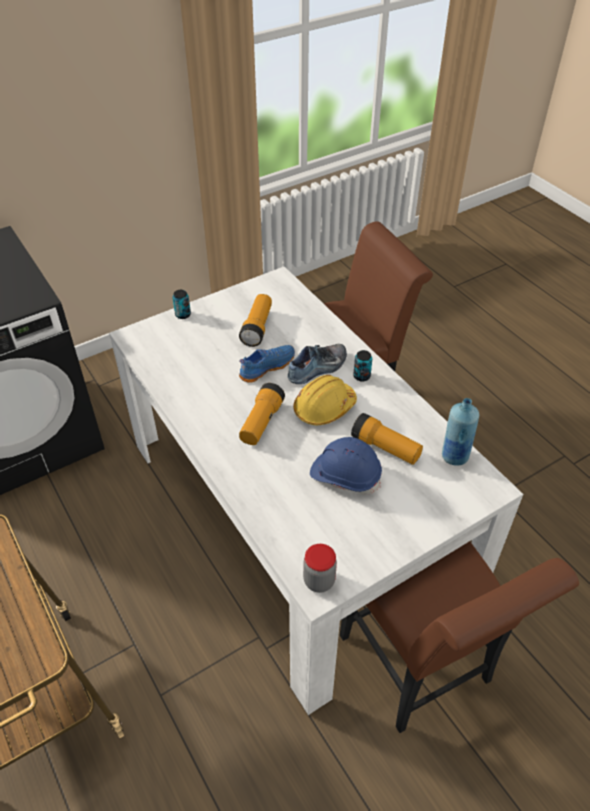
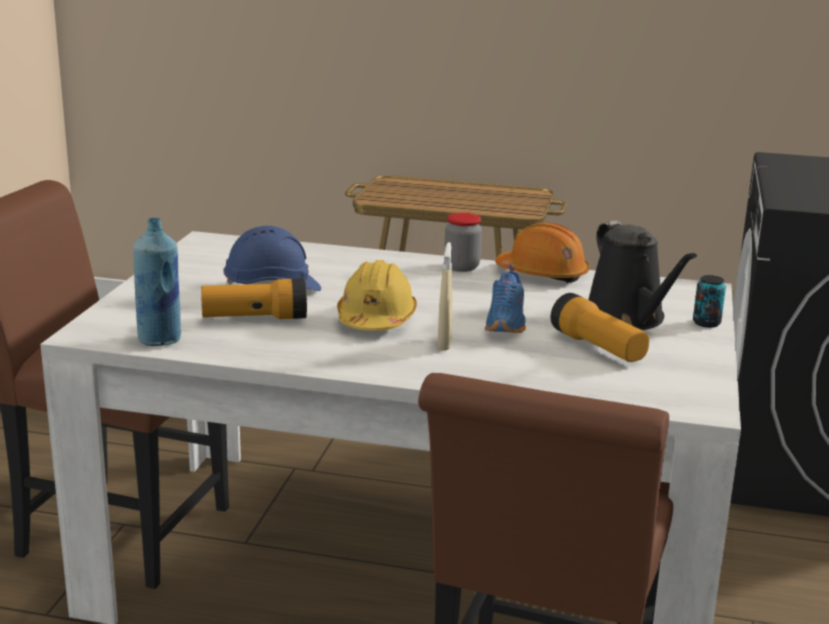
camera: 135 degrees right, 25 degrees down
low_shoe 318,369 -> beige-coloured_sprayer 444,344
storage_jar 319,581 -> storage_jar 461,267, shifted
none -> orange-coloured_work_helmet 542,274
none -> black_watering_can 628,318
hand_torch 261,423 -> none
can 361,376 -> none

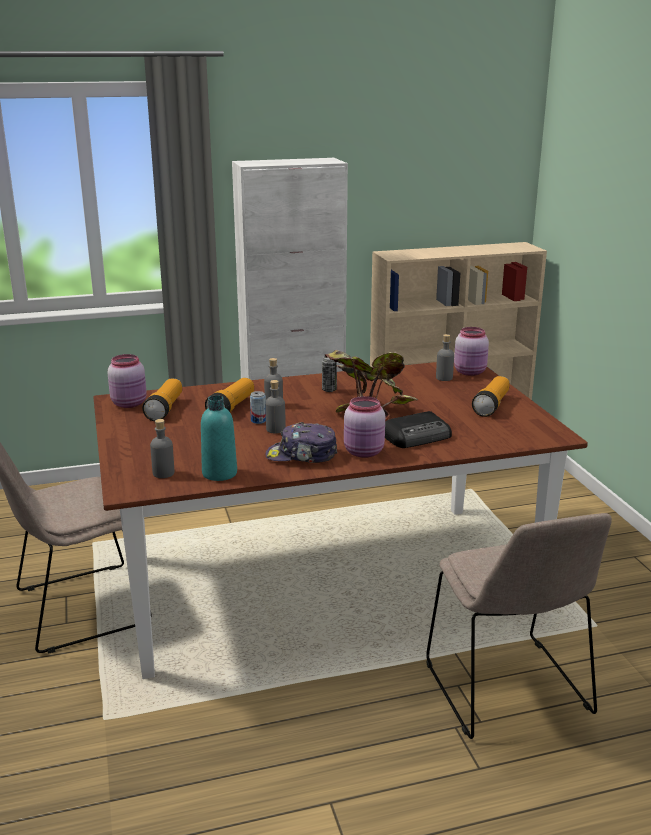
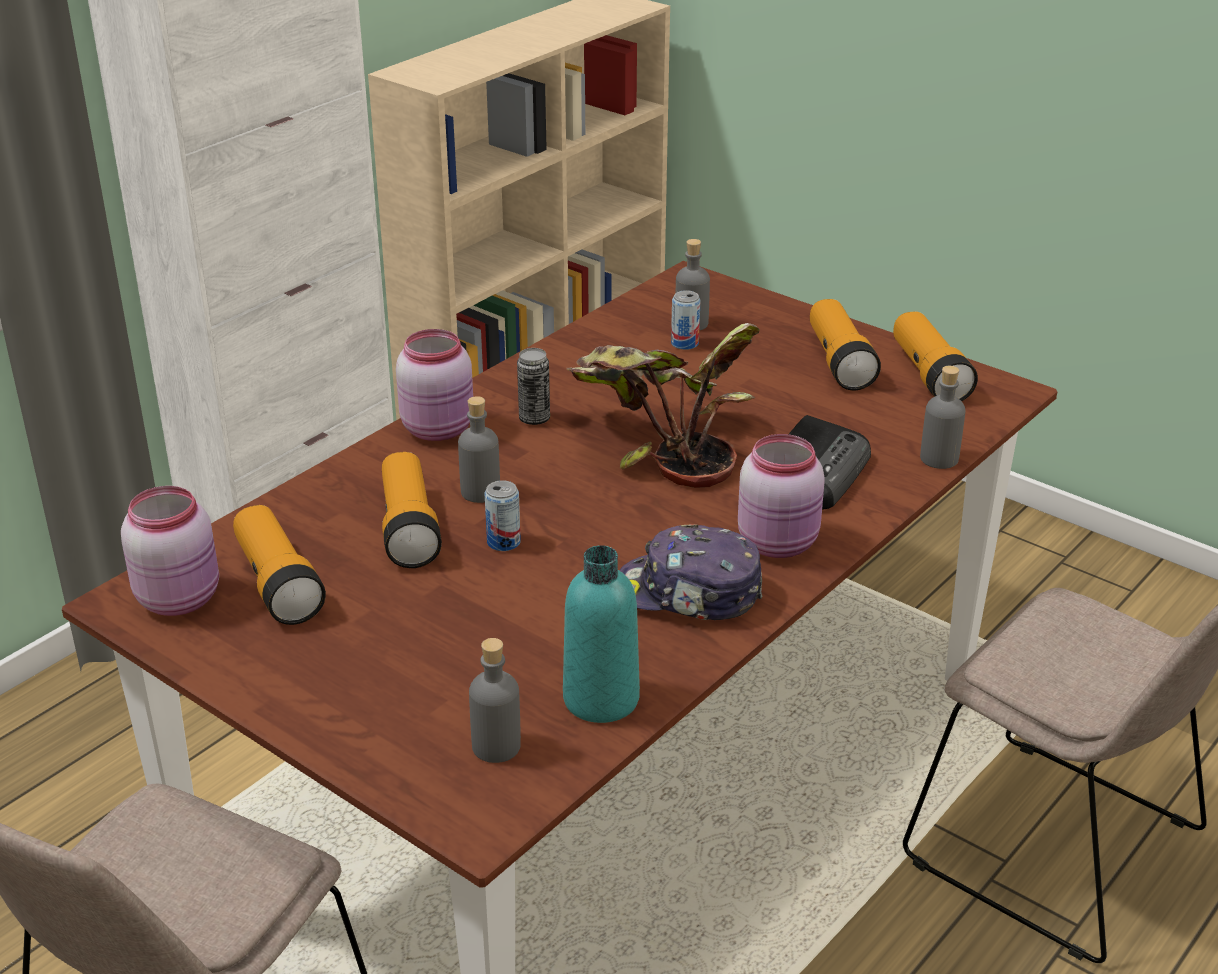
camera: 35 degrees left, 10 degrees up
pinkish_storage_jar 470,372 -> pinkish_storage_jar 440,429, shifted
peaked_cap 301,455 -> peaked_cap 688,594, 45 degrees clockwise
none -> can 685,343
none -> hand_torch 929,375
gray_beverage_bottle 275,429 -> gray_beverage_bottle 939,458, shifted

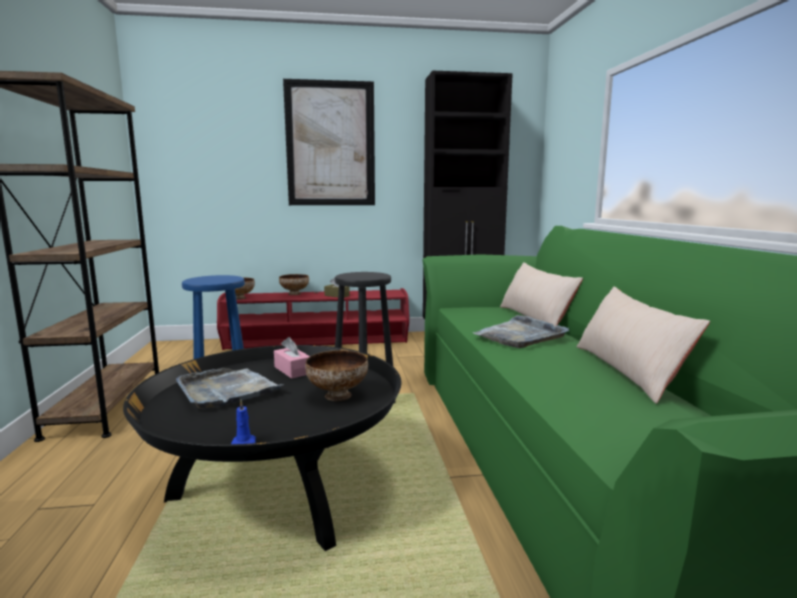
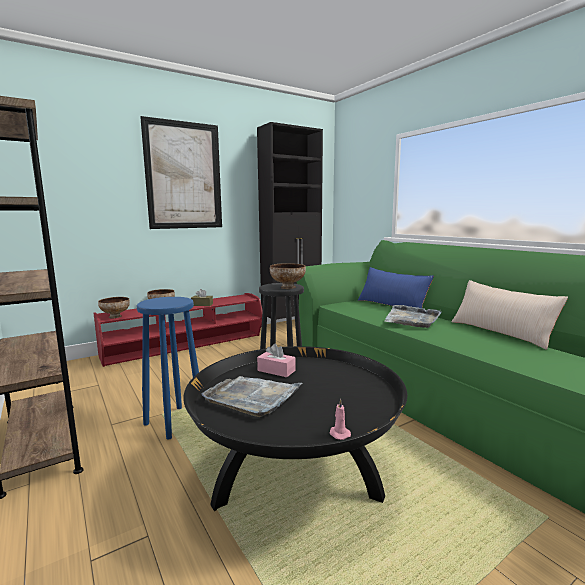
camera: 25 degrees left, 0 degrees up
deep_dish 337,395 -> deep_dish 287,287, shifted
bluish_candle 244,442 -> pinkish_candle 339,434
beige-coloured_pillow 535,318 -> bluish_pillow 392,305

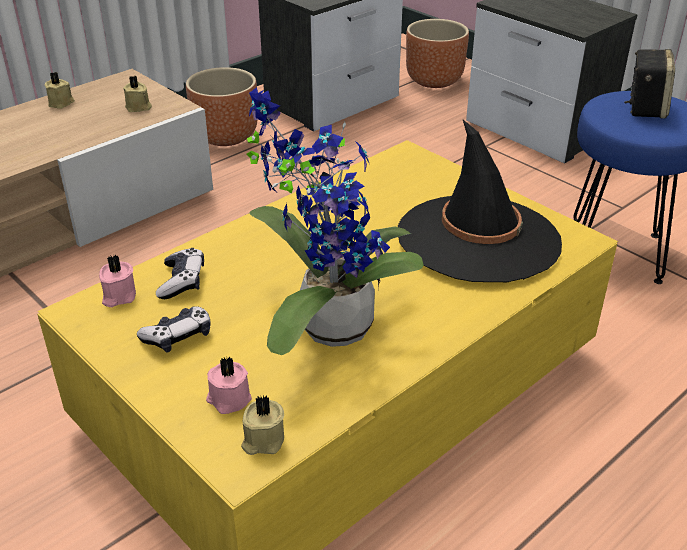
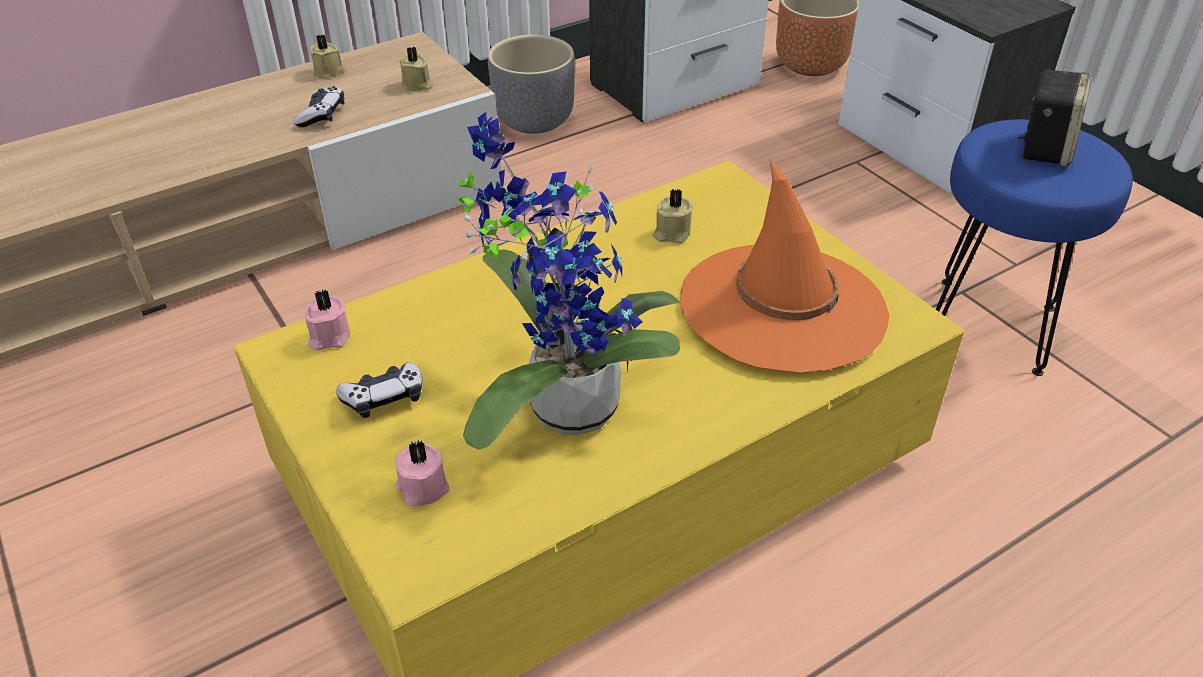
camera: 10 degrees right, 5 degrees up
gamepad 182,281 -> gamepad 322,115, shifted
brownish_planter 226,136 -> gray_planter 535,121
beige-coloured_candle 262,440 -> beige-coloured_candle 671,233, shifted
black_hat 478,238 -> orange-coloured_hat 782,307

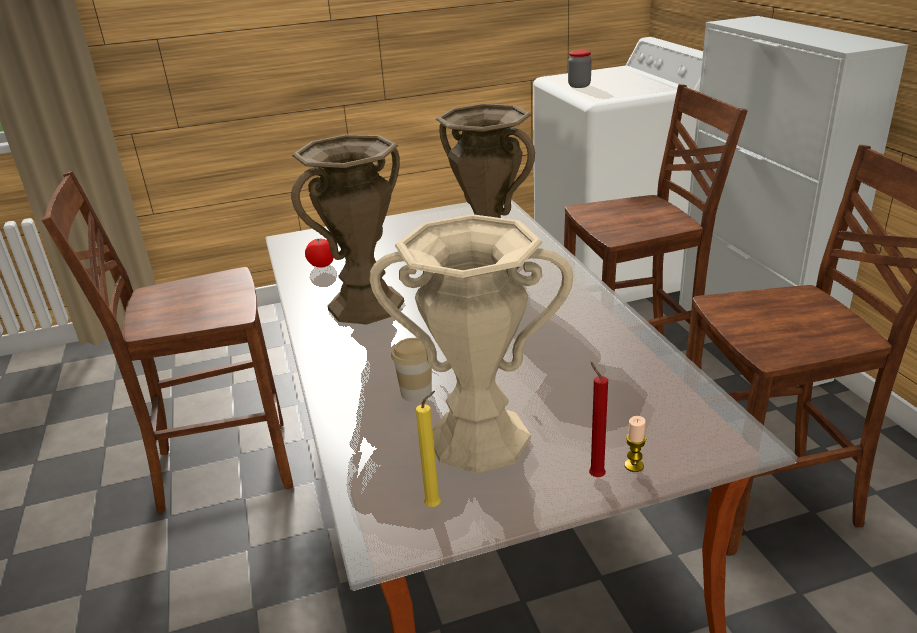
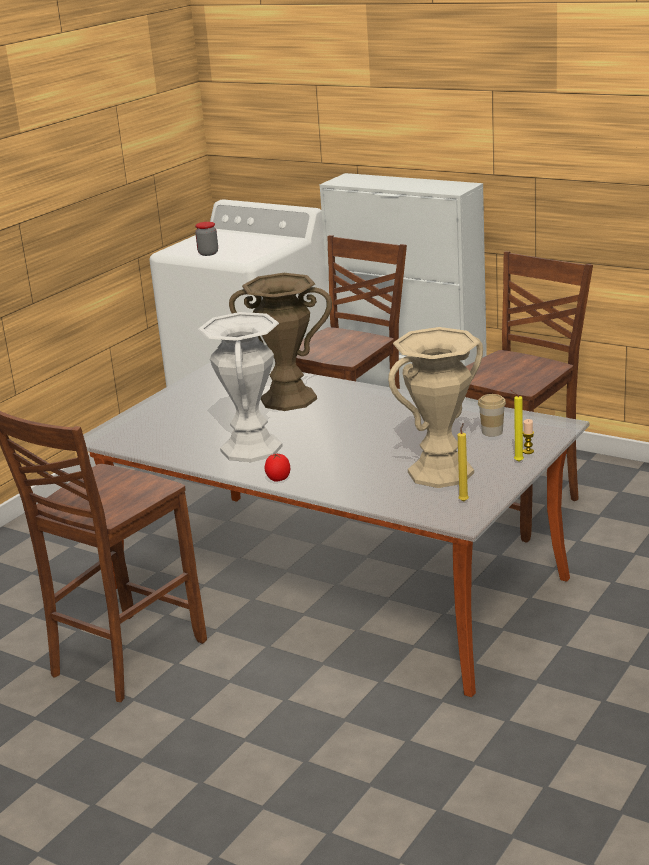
camera: 40 degrees left, 5 degrees down
brownish_flower_vase 366,305 -> white_flower_vase 251,448
fresh_tomato 321,266 -> fresh_tomato 278,479, shifted
small_cup 416,393 -> small_cup 492,432, shifted
red_candle 595,475 -> yellowish_candle 517,461

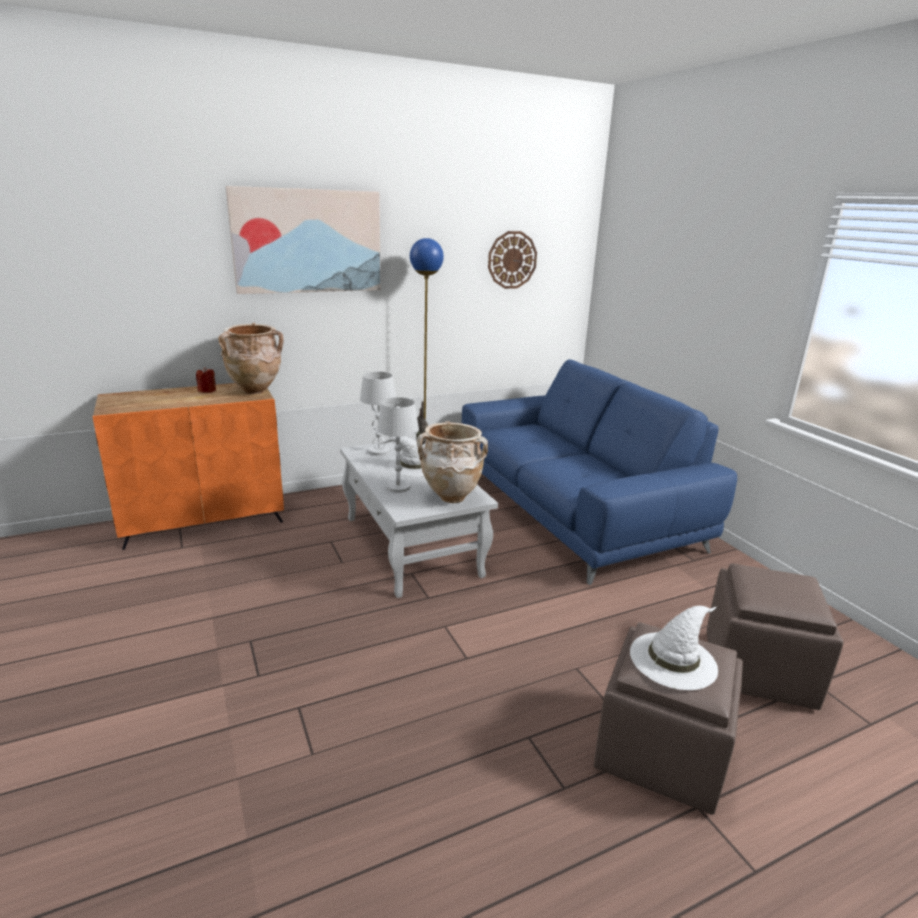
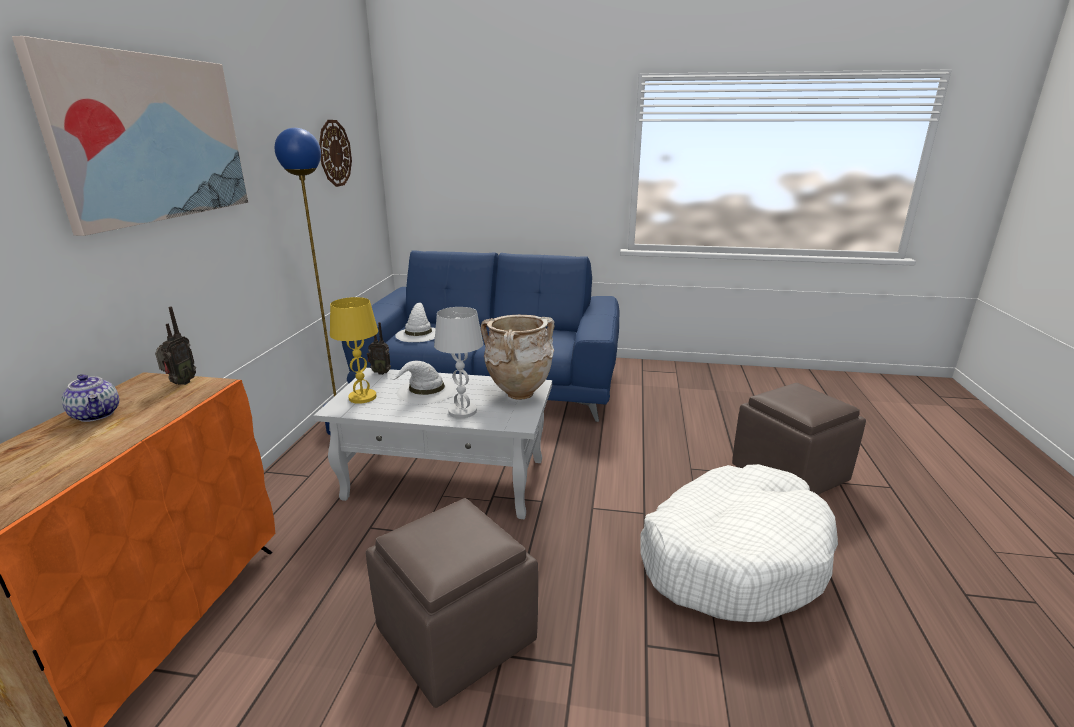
camera: 55 degrees left, 0 degrees up
red_candle 207,390 -> teapot 97,414
beige-coloured_flower_vase 255,391 -> radio_receiver 180,383
white_table_lamp 378,451 -> yellowish_table_lamp 362,397
brownish_pouffe 756,668 -> brownish_pouffe 454,636, shifted
white_hat 673,659 -> white_hat 418,334, shifted
none -> white_pet_bed 732,557

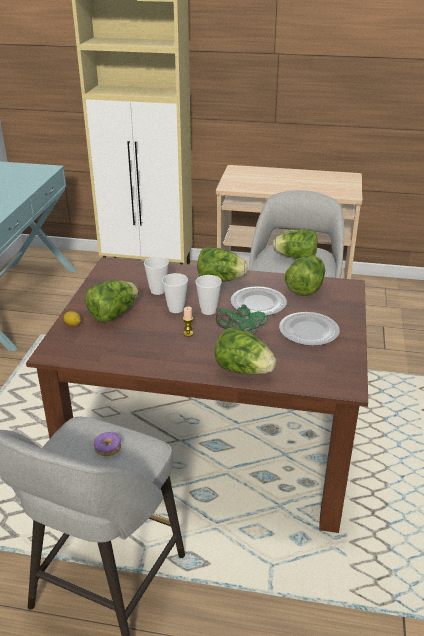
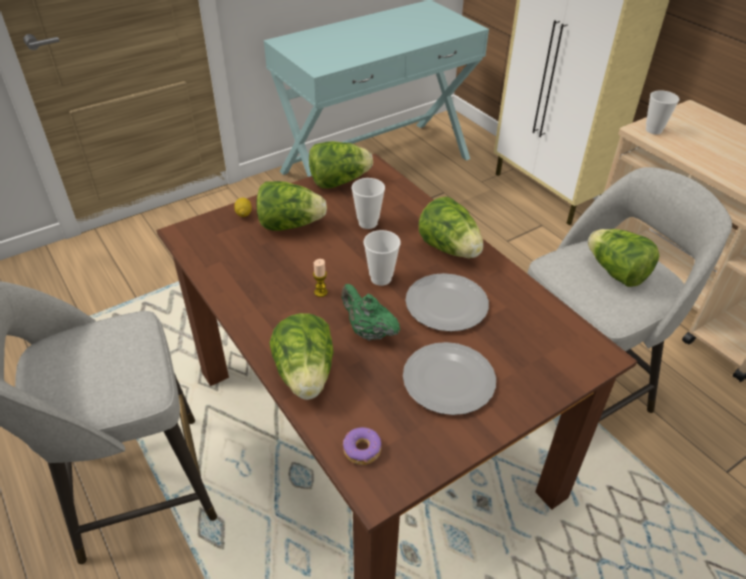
camera: 45 degrees right, 10 degrees up
head_of_lettuce 305,288 -> head_of_lettuce 339,181, shifted
donut 108,448 -> donut 362,450, shifted
small_cup 176,309 -> small_cup 653,130, shifted

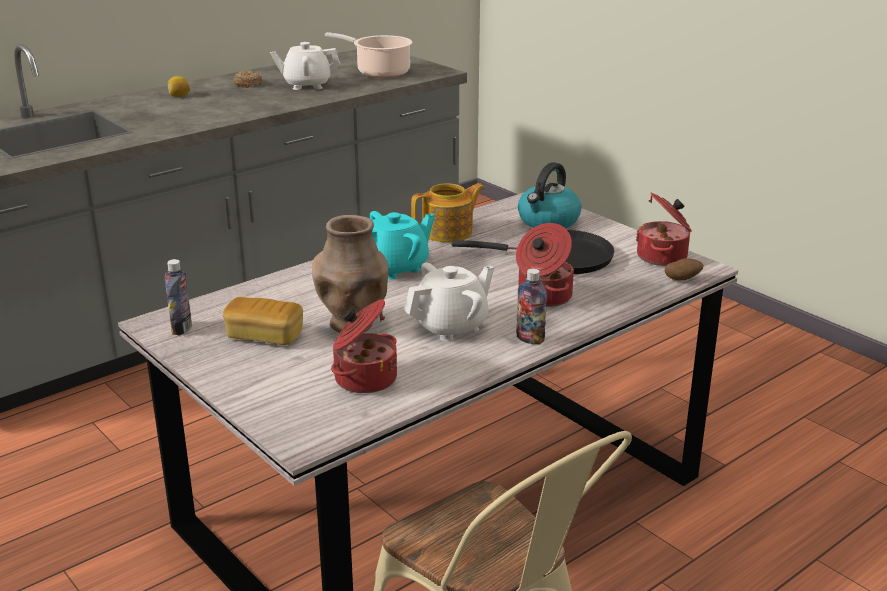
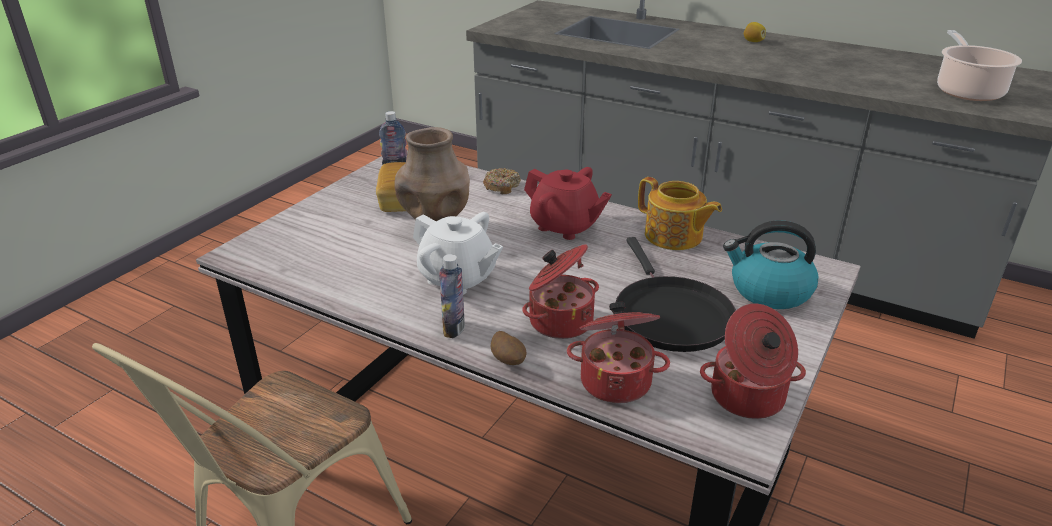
camera: 70 degrees right, 5 degrees up
donut 247,84 -> donut 501,186, shifted
potato 682,279 -> potato 508,361, shifted
turquoise-coloured_teapot 396,268 -> red_teapot 565,226
stockpot 364,378 -> stockpot 616,380, shifted
white_teapot 307,85 -> none

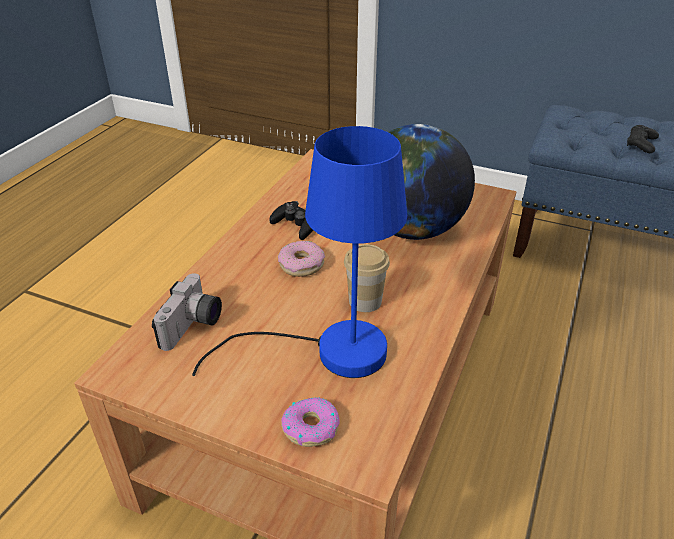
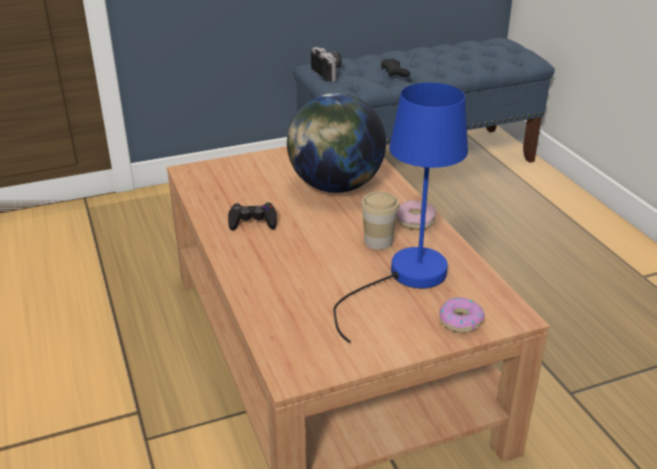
camera: 45 degrees left, 5 degrees down
photo_camera 193,327 -> photo_camera 329,72, shifted
donut 301,264 -> donut 415,221, shifted

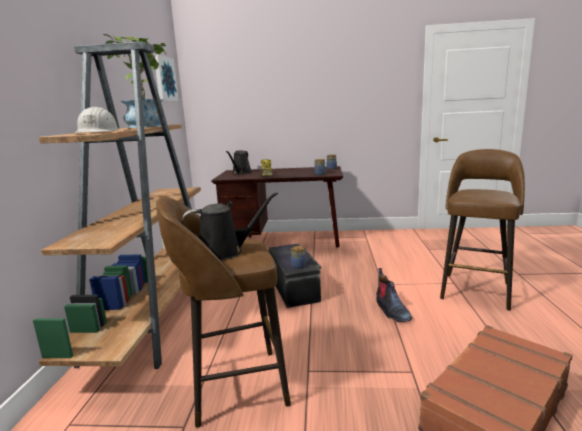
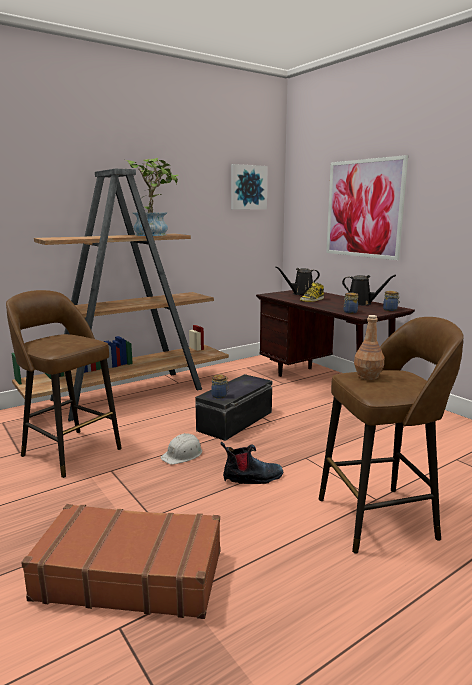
camera: 50 degrees right, 0 degrees up
white_work_helmet 98,132 -> white_work_helmet 182,454, shifted
tall_boot 391,311 -> tall_boot 252,478, 135 degrees counterclockwise
none -> wall_art 364,208
black_watering_can 225,252 -> black_watering_can 361,303, shifted
none -> brownish_beverage_bottle 368,376

